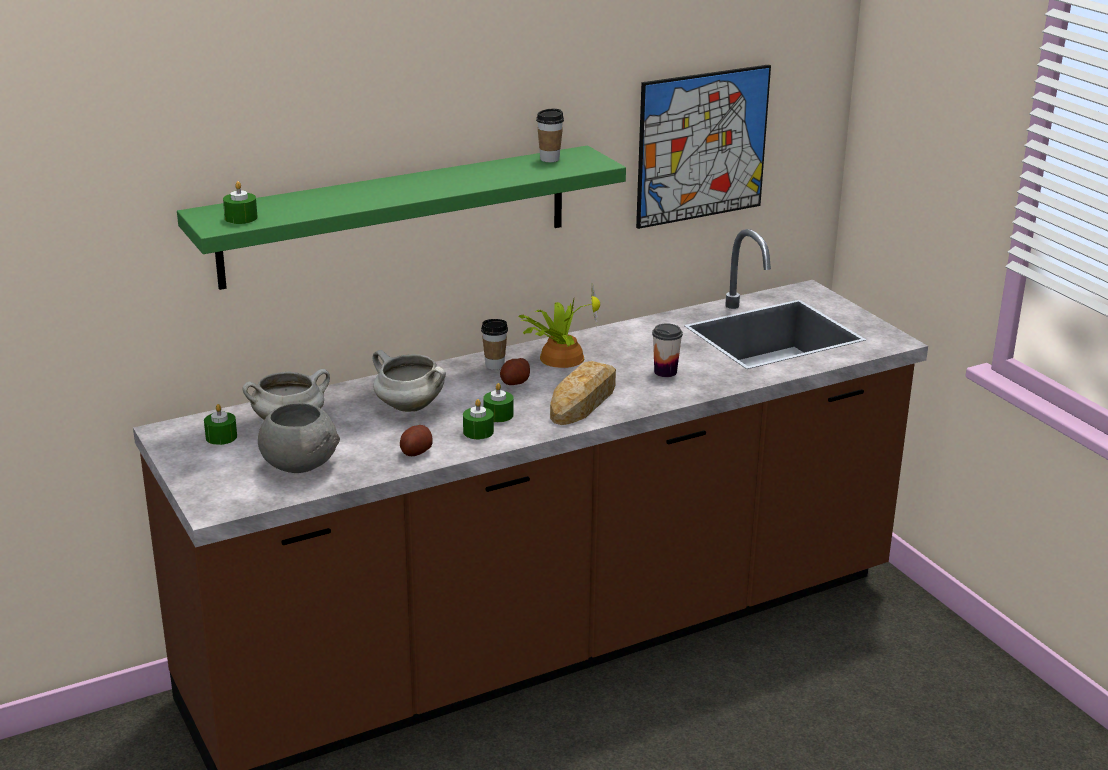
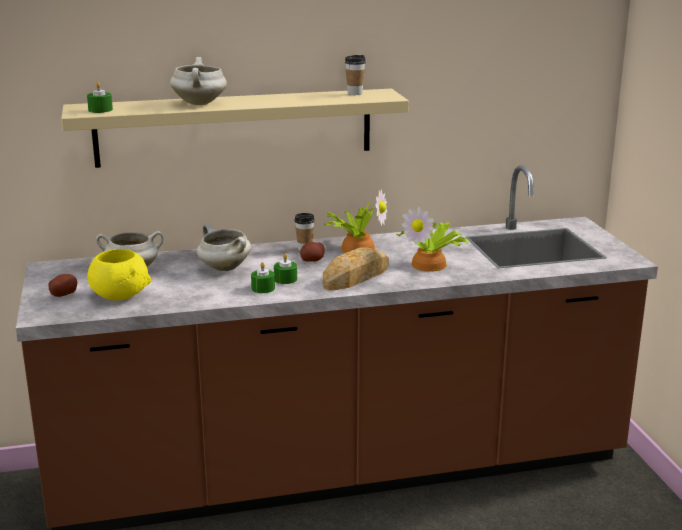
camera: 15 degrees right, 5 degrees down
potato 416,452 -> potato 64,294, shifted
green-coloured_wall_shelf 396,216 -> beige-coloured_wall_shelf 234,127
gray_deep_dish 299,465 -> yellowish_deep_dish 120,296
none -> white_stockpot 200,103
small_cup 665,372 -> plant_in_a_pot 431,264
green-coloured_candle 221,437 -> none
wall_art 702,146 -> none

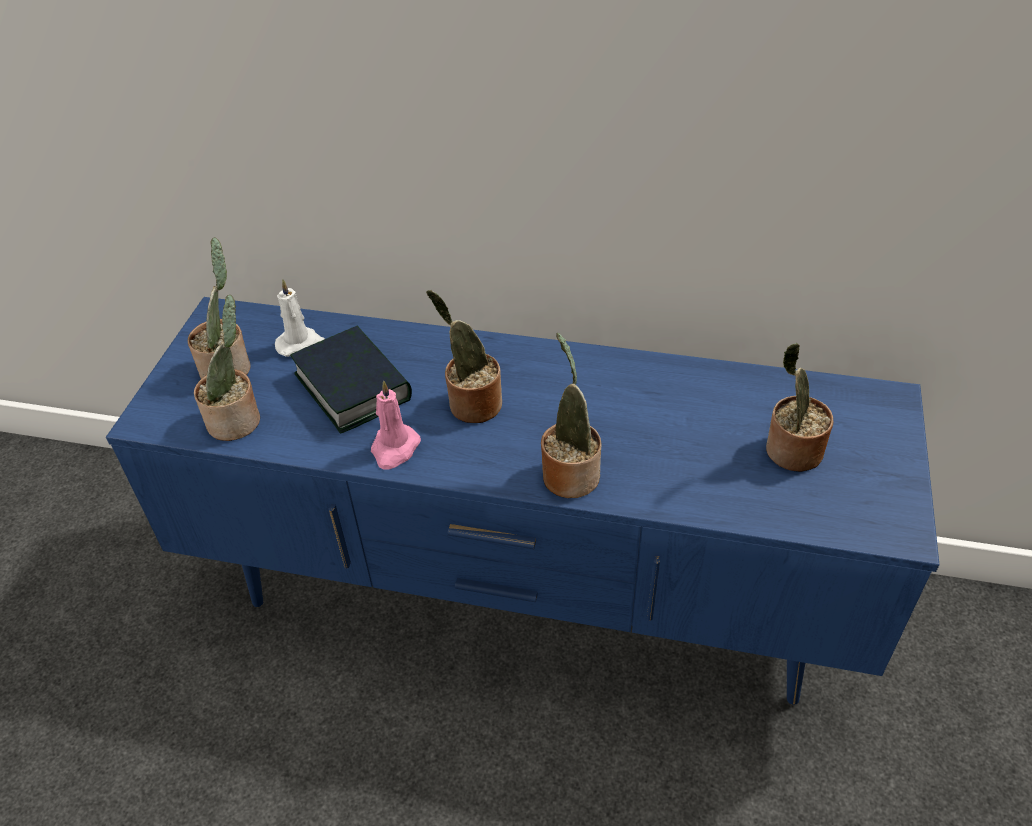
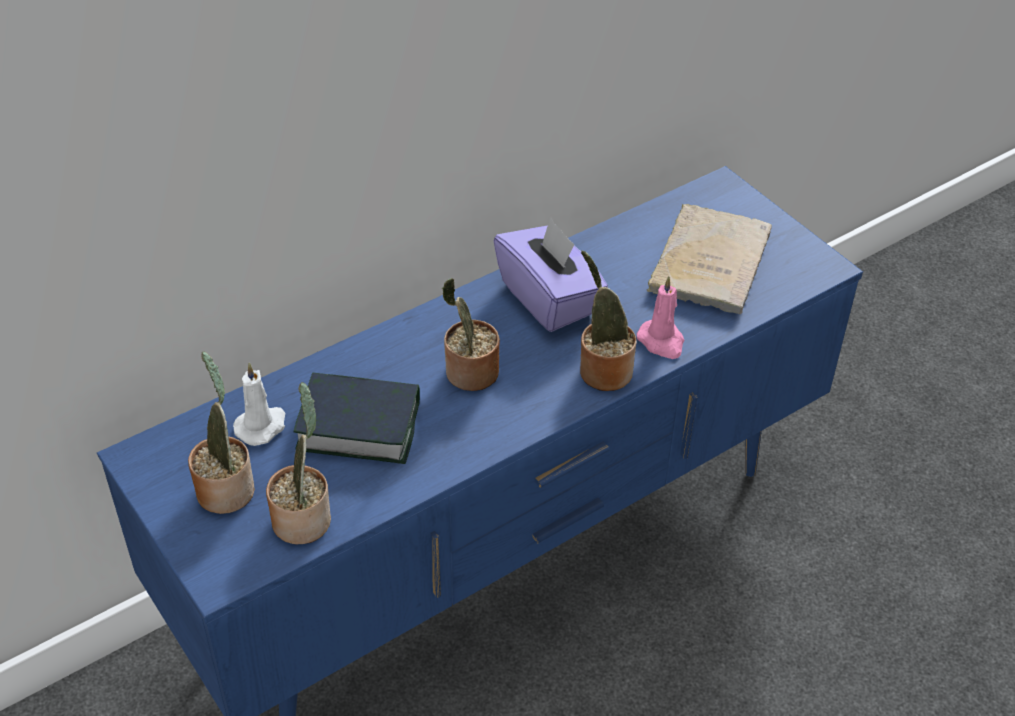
camera: 50 degrees left, 0 degrees up
none -> purple-coloured_box_of_tissues 549,298
pinkish_candle 394,449 -> pinkish_candle 662,342, shifted
plant_in_a_pot 790,452 -> beige-coloured_volume 710,260

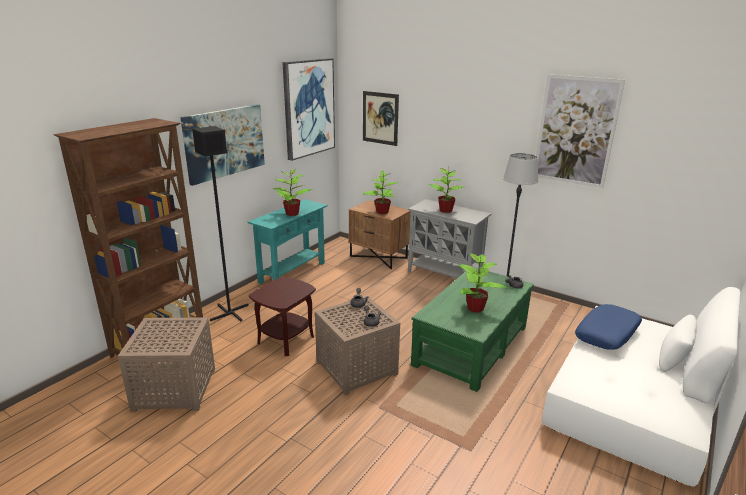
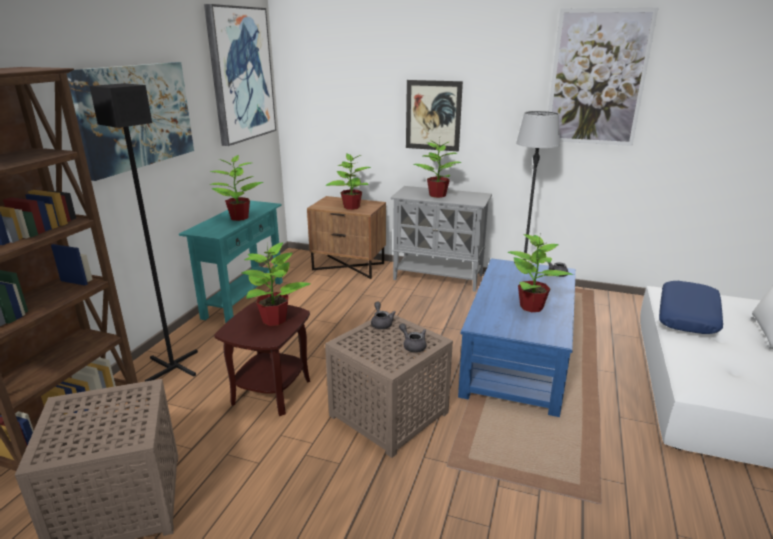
camera: 15 degrees left, 0 degrees up
none -> plant_in_a_pot 275,319
wall_art 380,118 -> wall_art 433,115, shifted
green-coloured_low_table 470,346 -> bluish_low_table 516,358

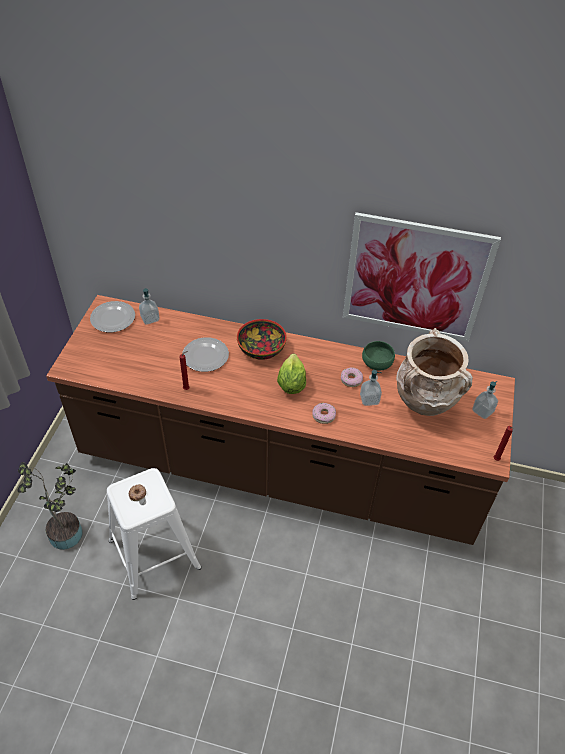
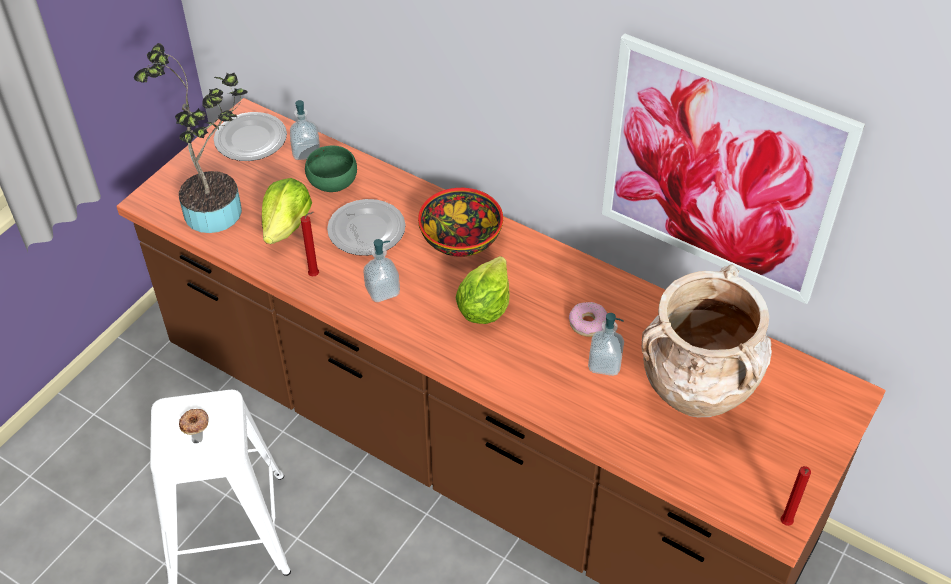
camera: 20 degrees right, 0 degrees up
plant_in_a_pot 67,531 -> plant_in_a_pot 217,207, shifted
none -> head_of_lettuce 287,226
green-coloured_deep_dish 376,364 -> green-coloured_deep_dish 331,183, shifted
soap_dispenser 482,411 -> soap_dispenser 382,291, shifted
donut 323,415 -> none

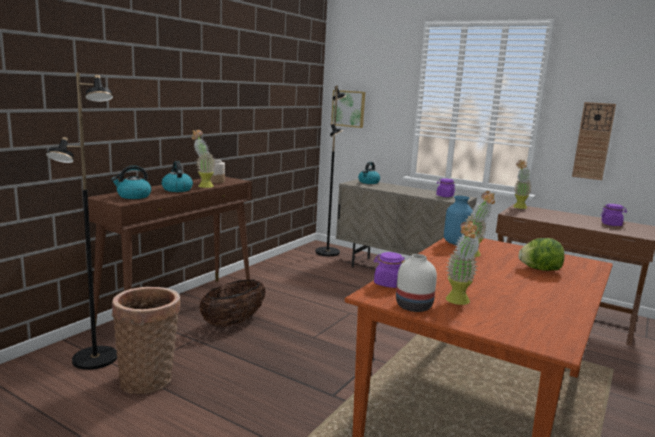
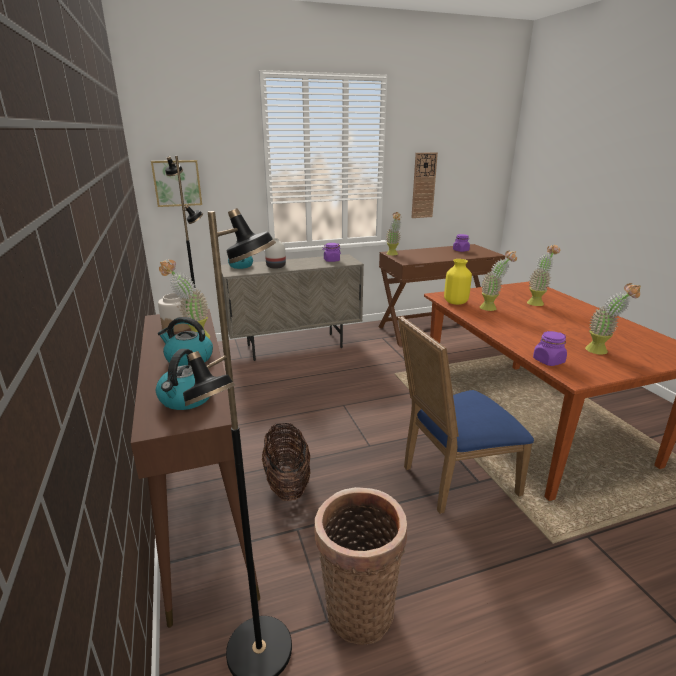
camera: 50 degrees left, 10 degrees up
white_flower_vase 414,307 -> white_flower_vase 276,266, shifted
none -> bluish_chair 452,479
bluish_flower_vase 456,243 -> yellowish_flower_vase 456,302
head_of_lettuce 539,269 -> plant_in_a_pot 537,302

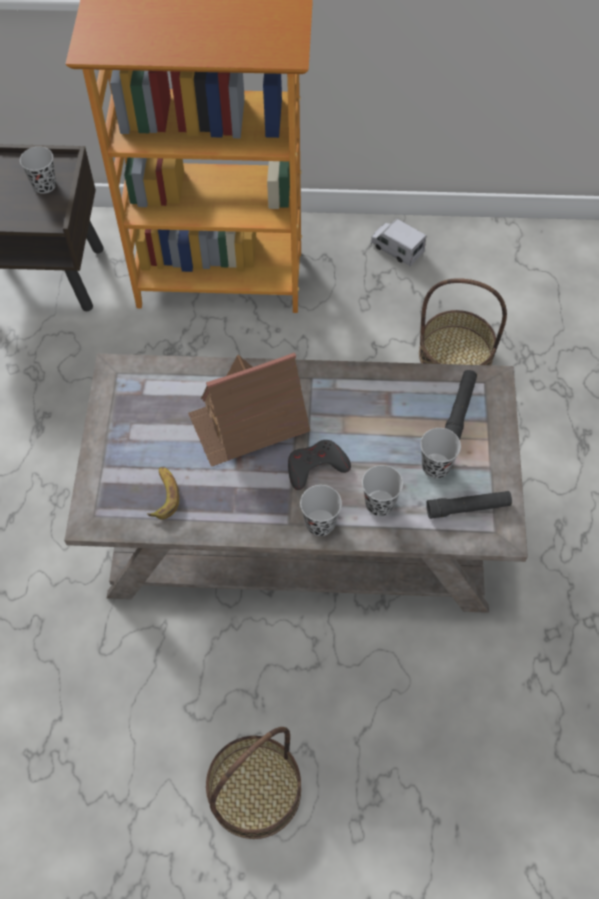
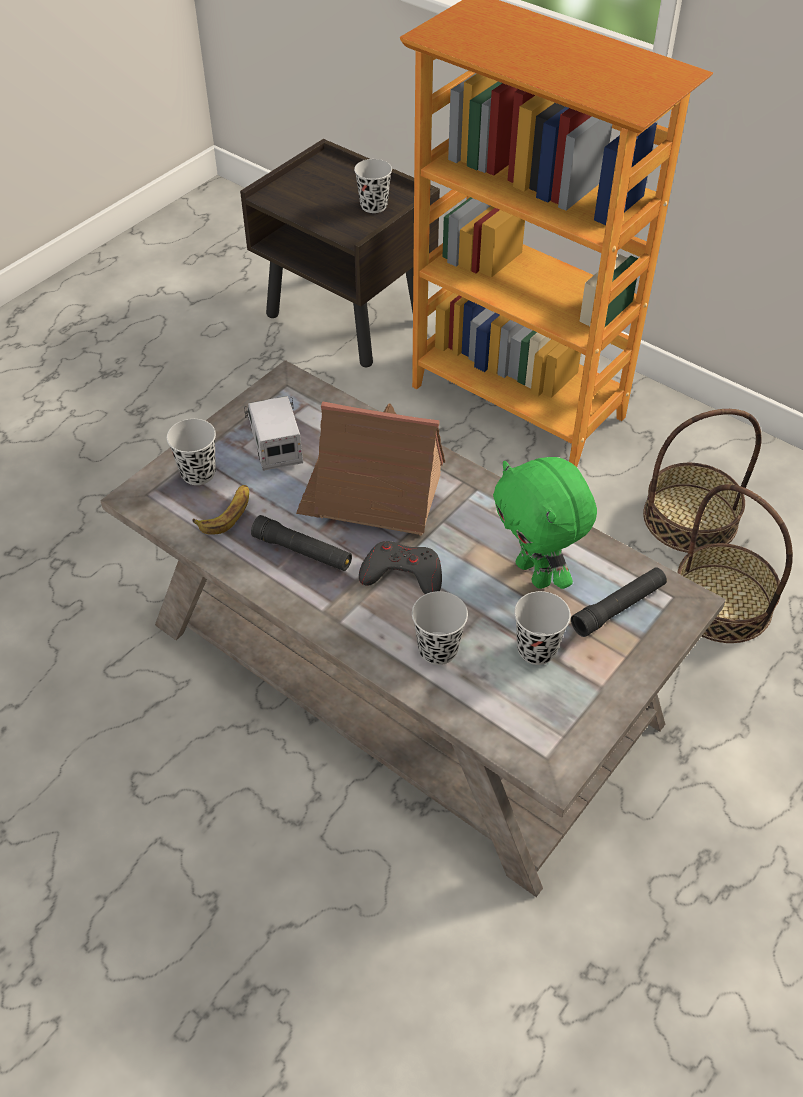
camera: 35 degrees right, 10 degrees down
black_small_cup 320,523 -> black_small_cup 198,473, shifted
toy_truck 396,249 -> toy_truck 275,442, shifted
black_hand_torch 468,508 -> black_hand_torch 302,551, shifted
none -> green-coloured_cuddly_toy 536,573
basket 254,790 -> basket 690,518, shifted

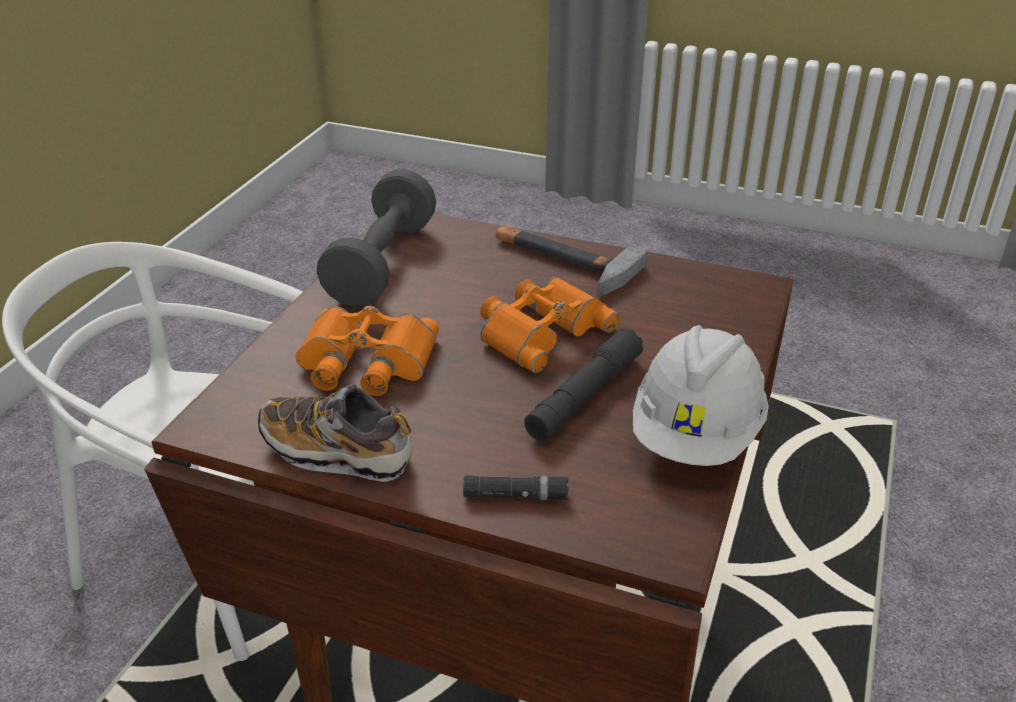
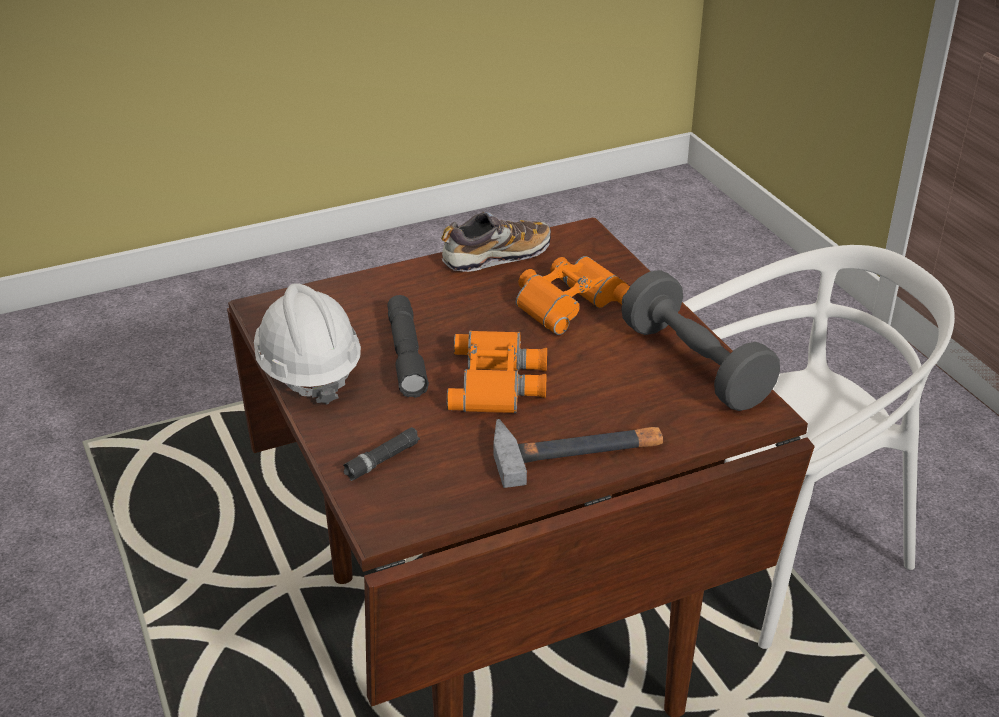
camera: 135 degrees right, 0 degrees up
black_hand_torch 516,495 -> black_hand_torch 382,460, shifted

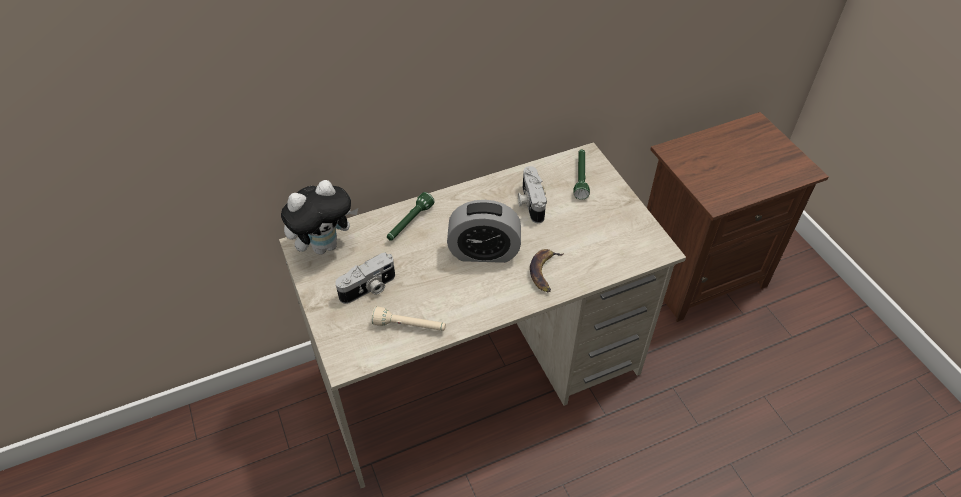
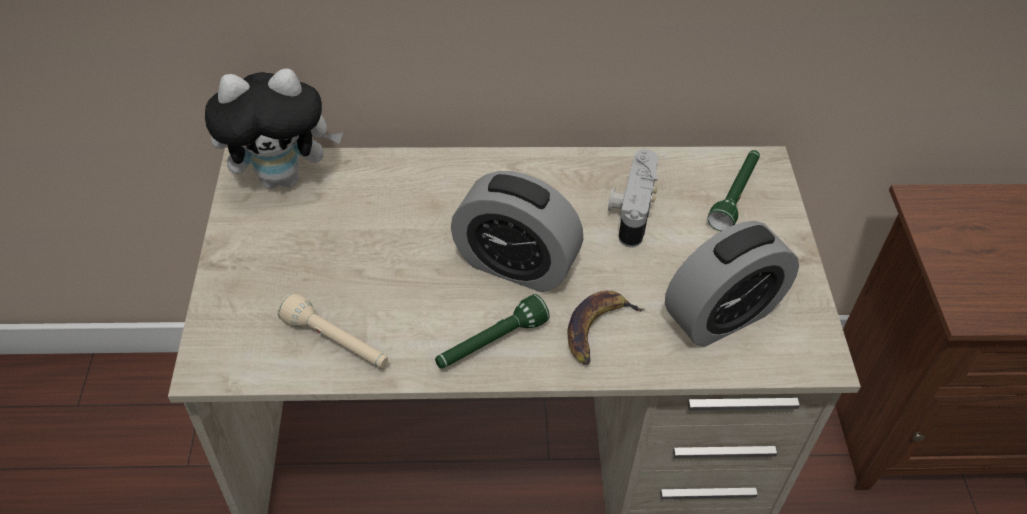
camera: 20 degrees right, 0 degrees up
green-coloured_hand_torch 409,223 -> green-coloured_hand_torch 490,343, shifted
none -> alarm_clock 721,315
photo_camera 369,288 -> none

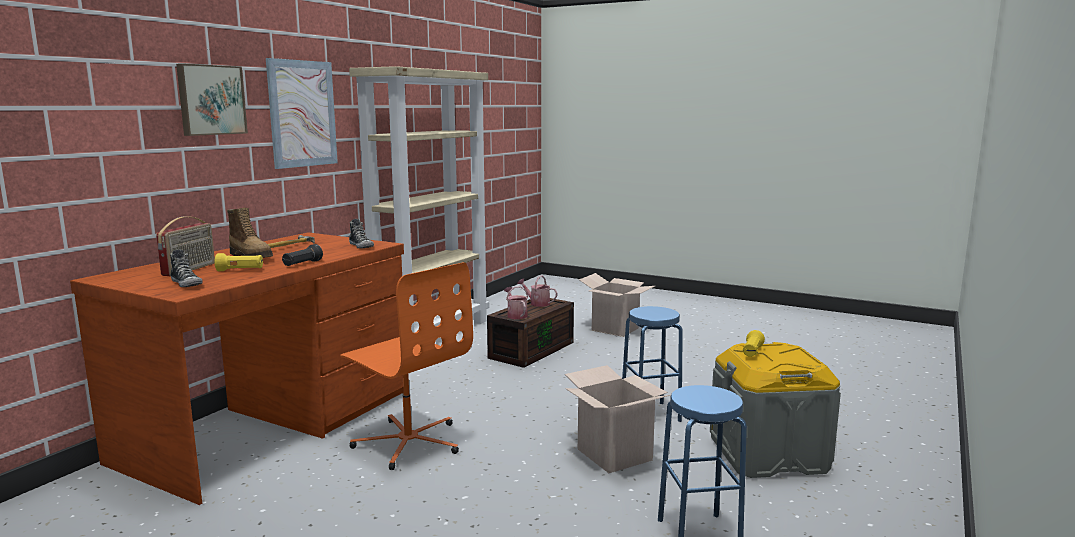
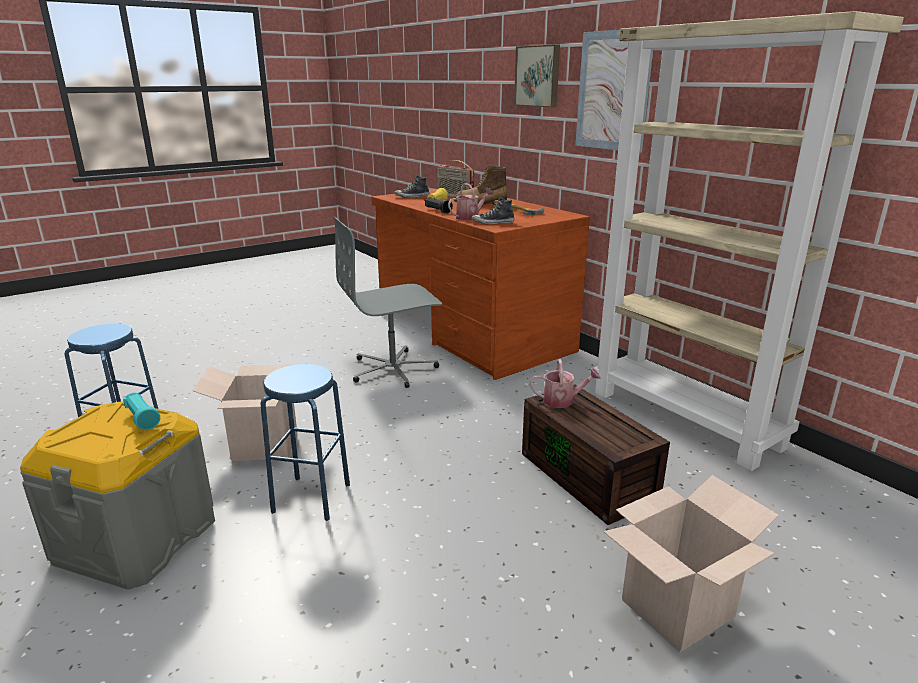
camera: 115 degrees right, 10 degrees up
yellowish_hand_torch 752,352 -> turquoise-coloured_hand_torch 142,419
orange-coloured_office_chair 408,442 -> gray_office_chair 393,369
watering_can 537,303 -> watering_can 470,217, shifted

